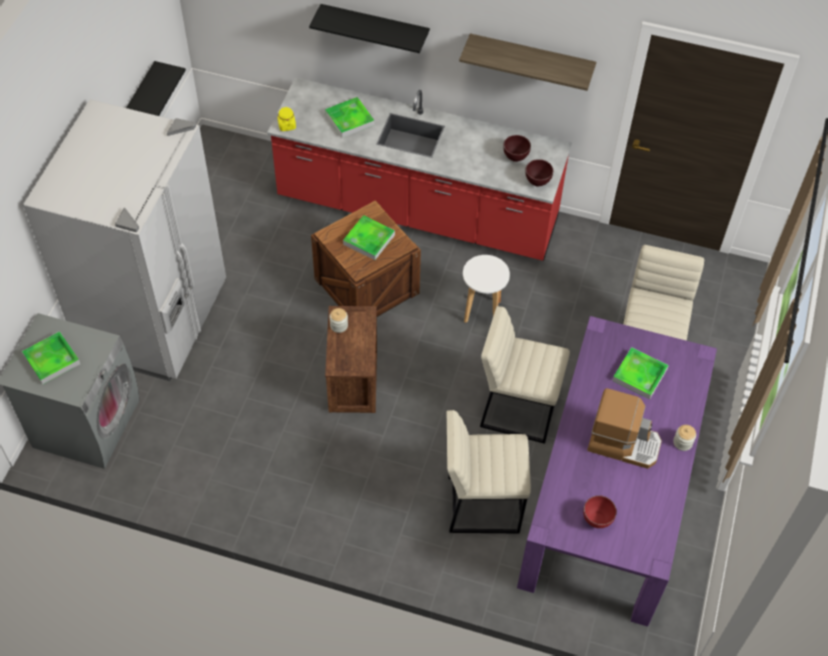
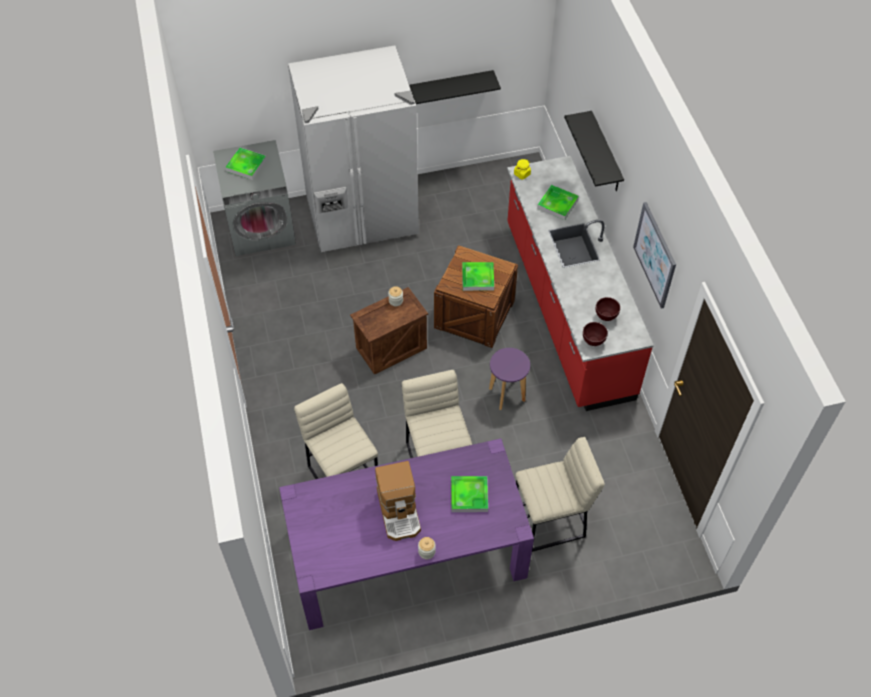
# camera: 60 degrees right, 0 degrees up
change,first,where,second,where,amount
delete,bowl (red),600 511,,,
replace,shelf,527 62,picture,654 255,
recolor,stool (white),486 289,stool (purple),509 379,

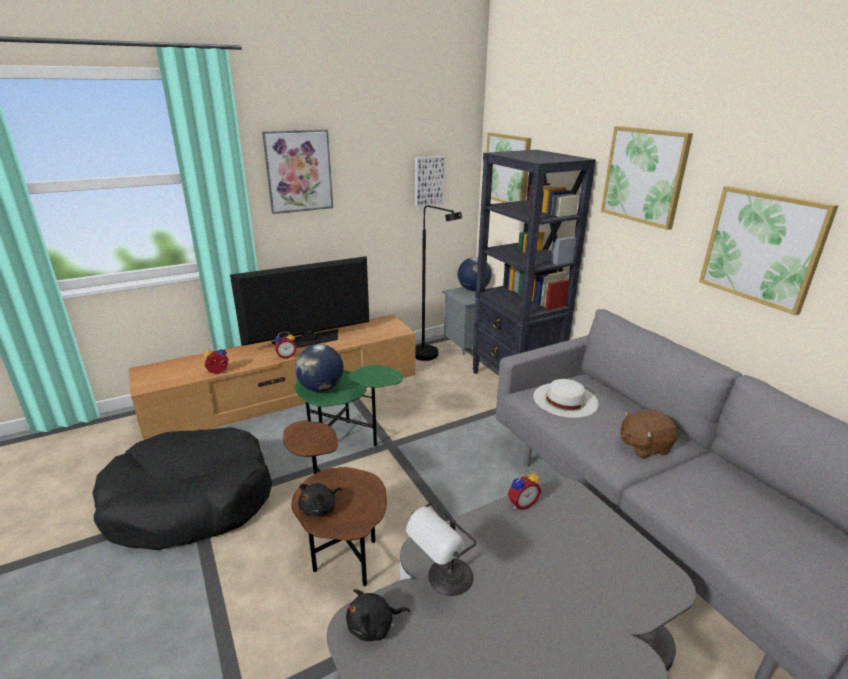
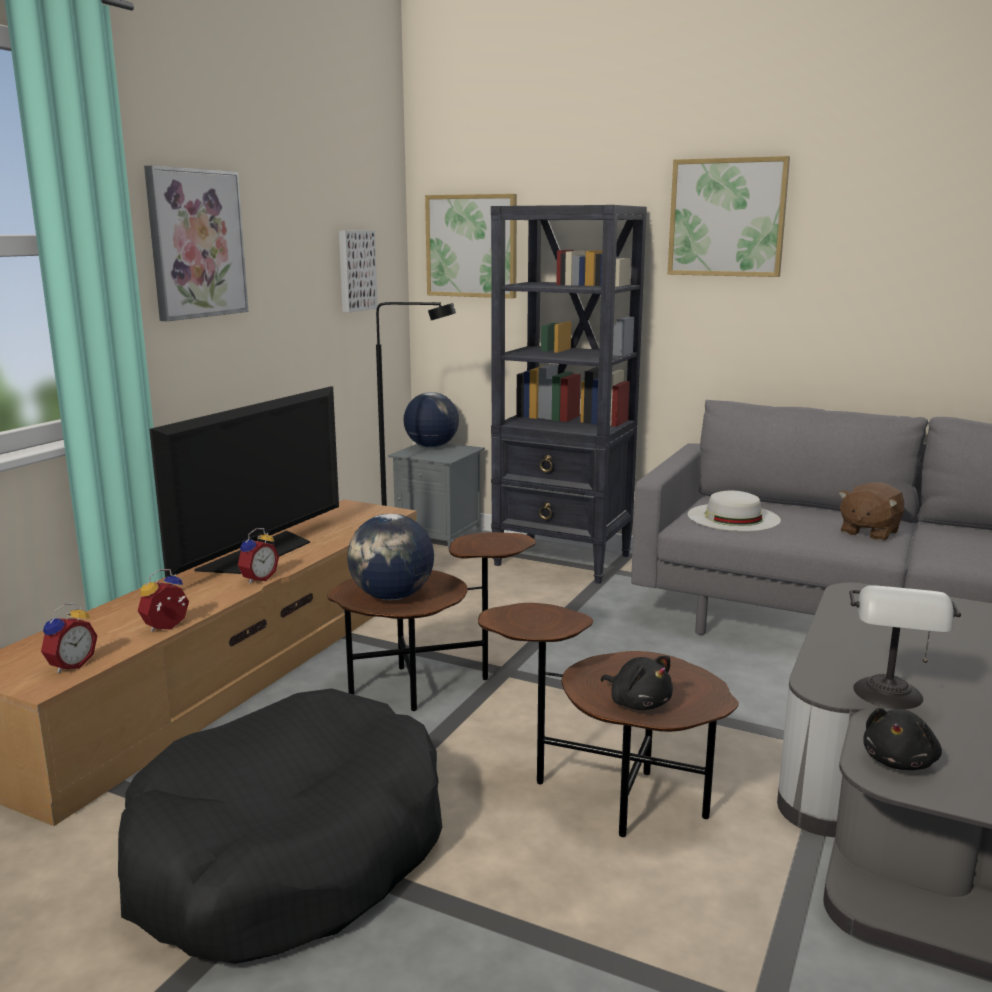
# camera: 35 degrees left, 10 degrees down
change,first,where,second,where,amount
delete,picture,769 250,,,
move,alarm clock,524 490,,69 638,
recolor,side table (green),348 405,side table (brown),431 621,
rotate,plush toy (black),320 499,,637 683,45 degrees counterclockwise

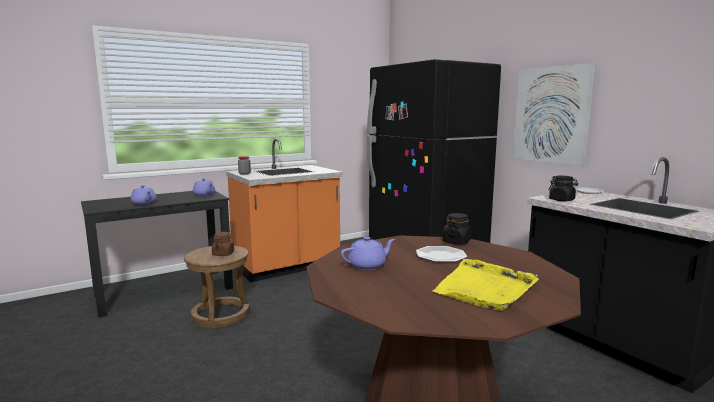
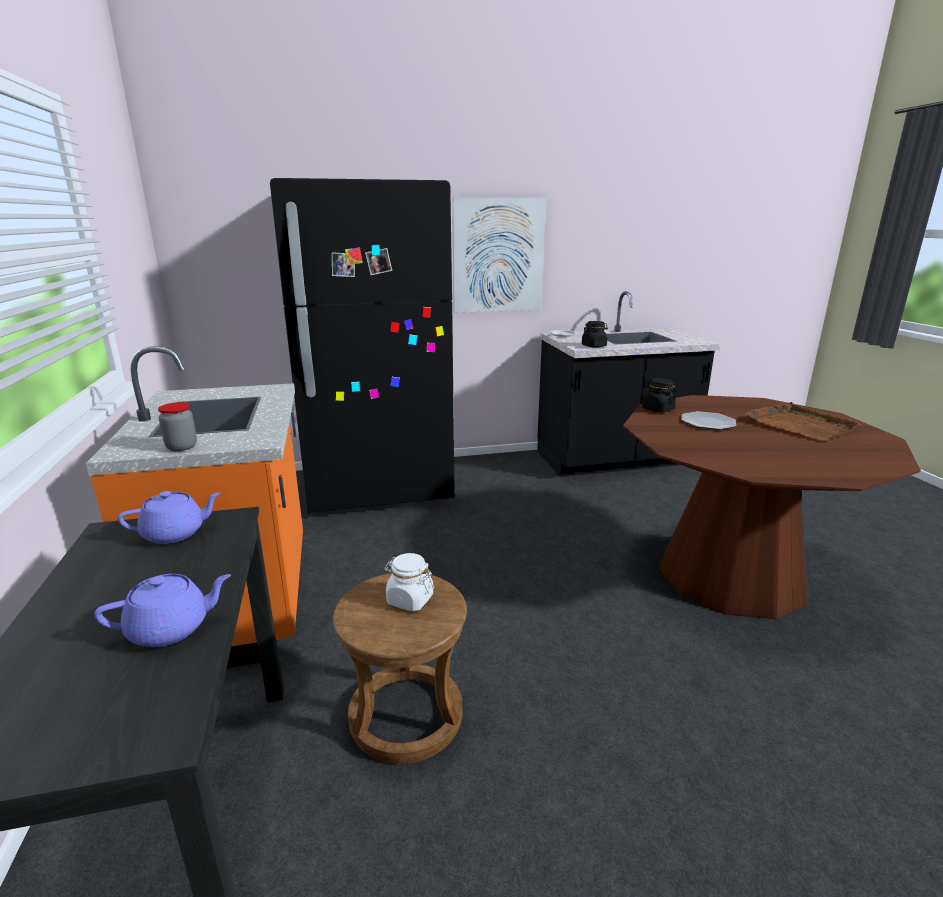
# camera: 70 degrees left, 10 degrees up
change,first,where,second,where,amount
delete,teapot (purple),367 253,,,
recolor,jar (brown),223 244,jar (white),409 582,
recolor,tray (yellow),486 285,tray (brown),803 421,

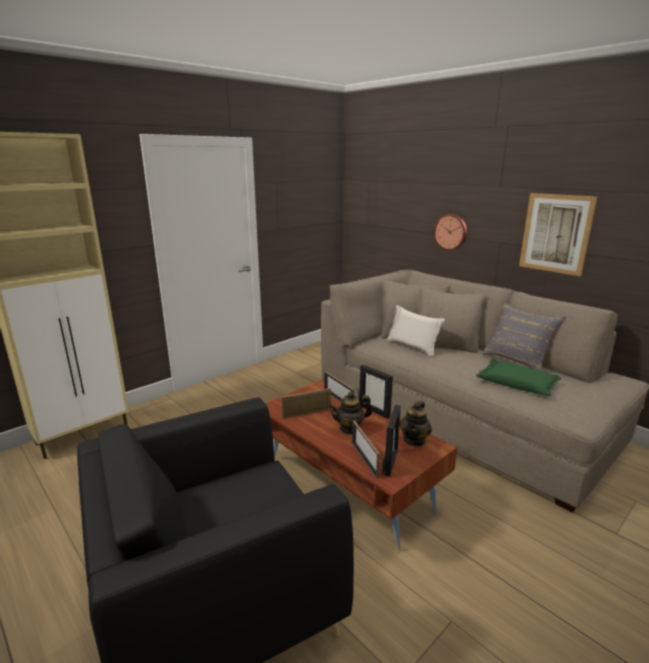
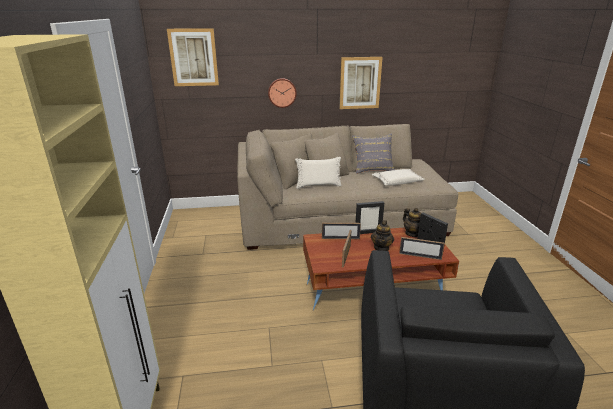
# camera: 55 degrees left, 5 degrees up
change,first,where,second,where,amount
insert,,,picture,193 57,
recolor,pillow (green),518 377,pillow (white),398 177,

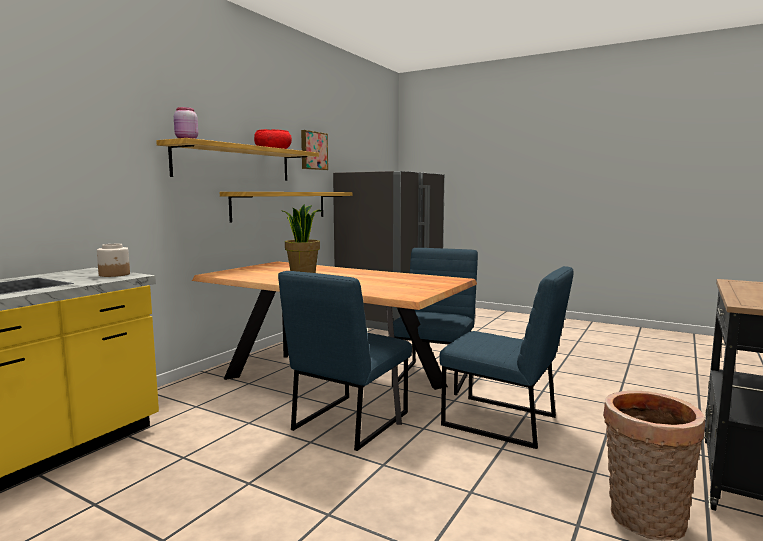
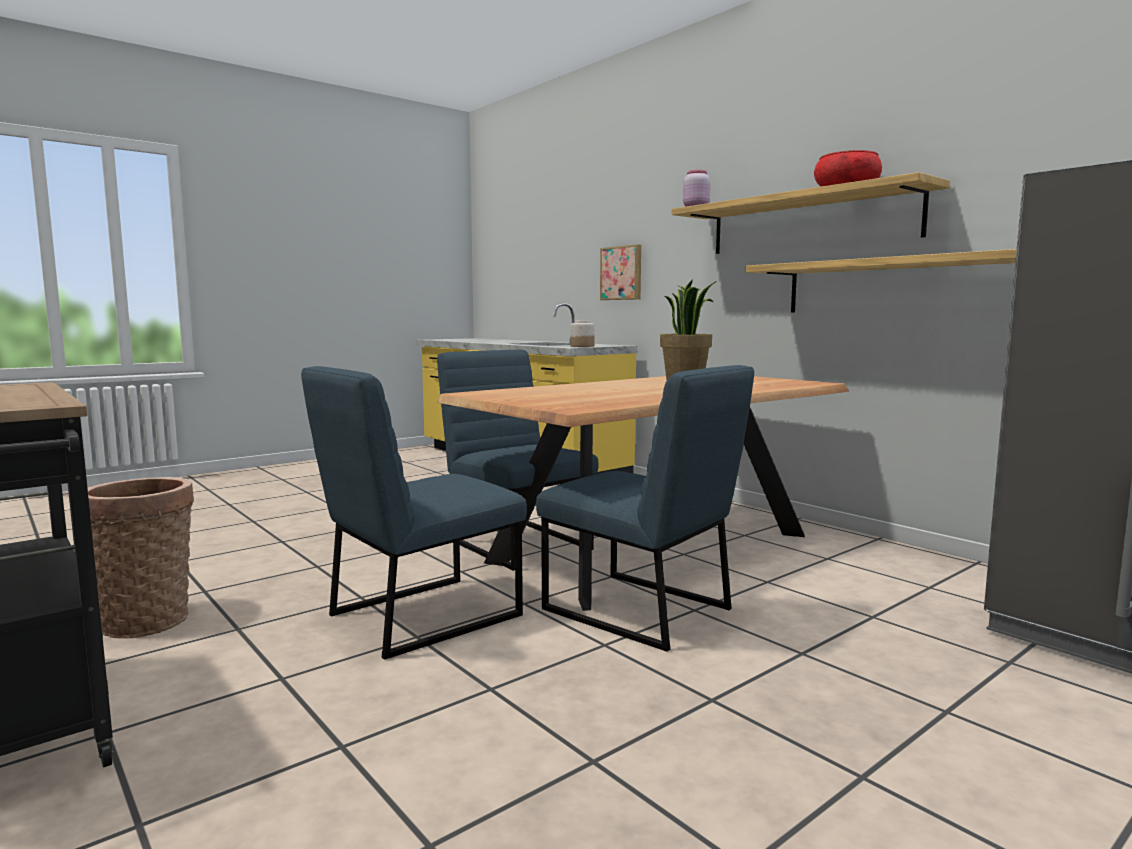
# camera: 110 degrees right, 0 degrees up
change,first,where,second,where,amount
move,picture,314 150,,620 272,

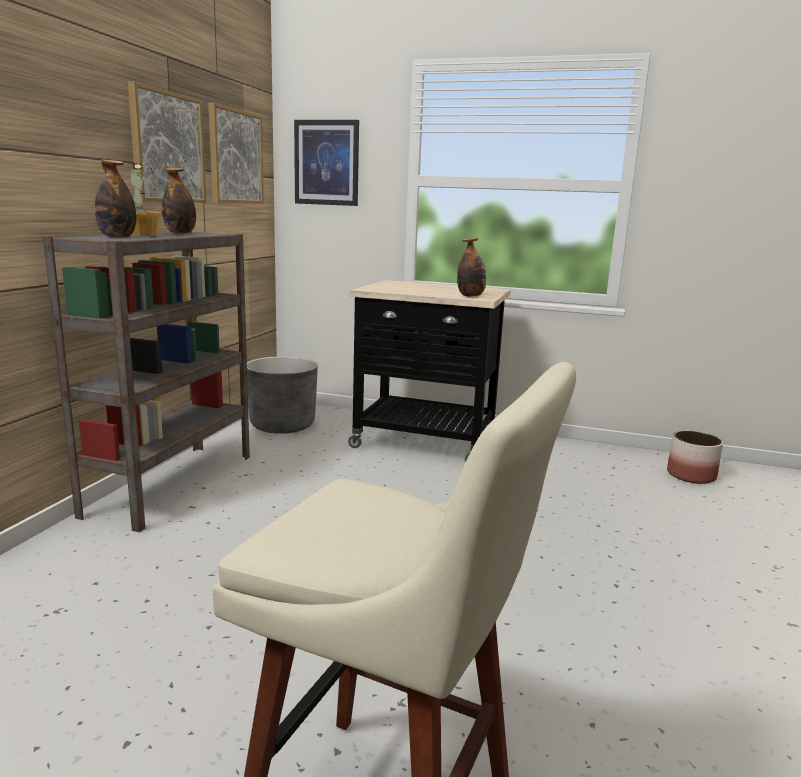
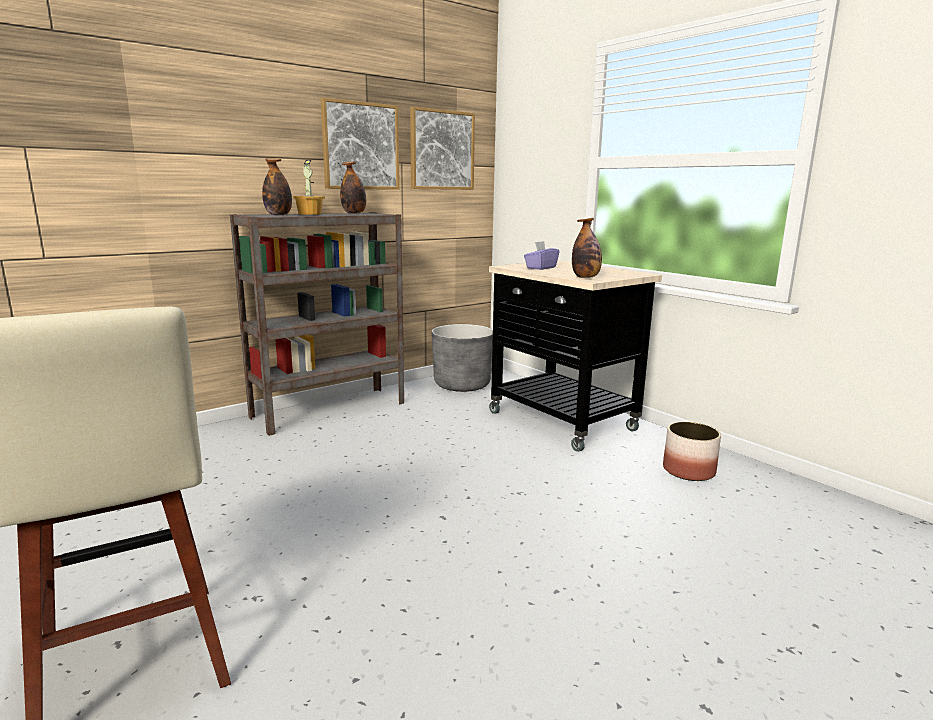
# camera: 35 degrees right, 0 degrees up
change,first,where,second,where,amount
delete,picture,326 163,,,
insert,,,tissue box (purple),542 255,
move,planter,695 457,,692 451,

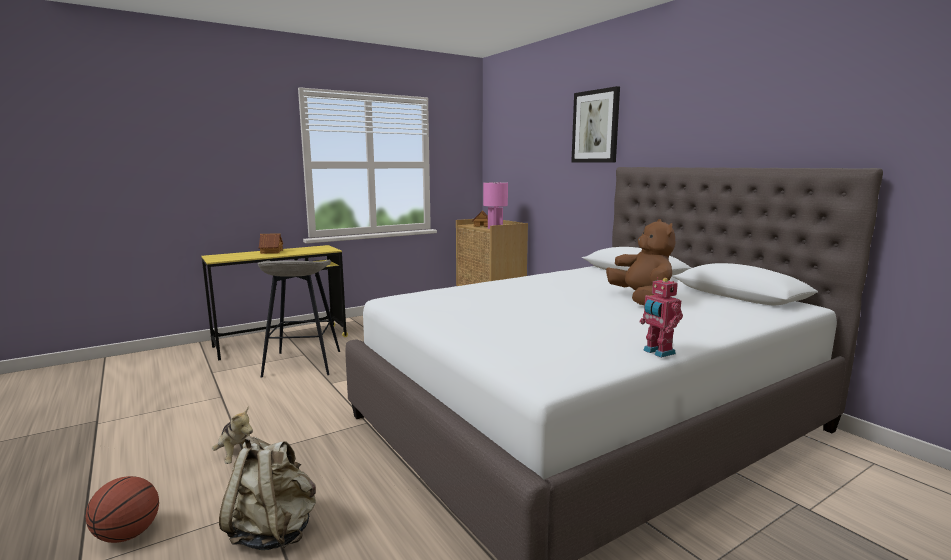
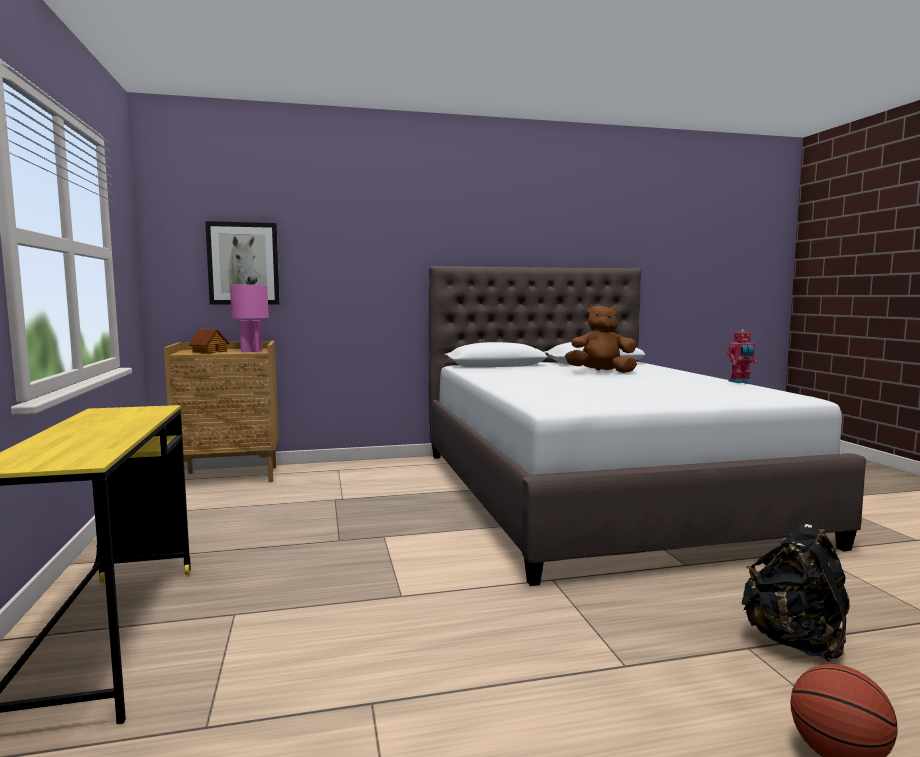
# camera: 70 degrees left, 5 degrees down
change,first,where,second,where,amount
delete,plush toy,232 435,,,
delete,stool (grey),299 319,,,
delete,toy house,271 243,,,
move,picture,595 124,,242 263,
recolor,backpack (beige),267 493,backpack (black),796 592,

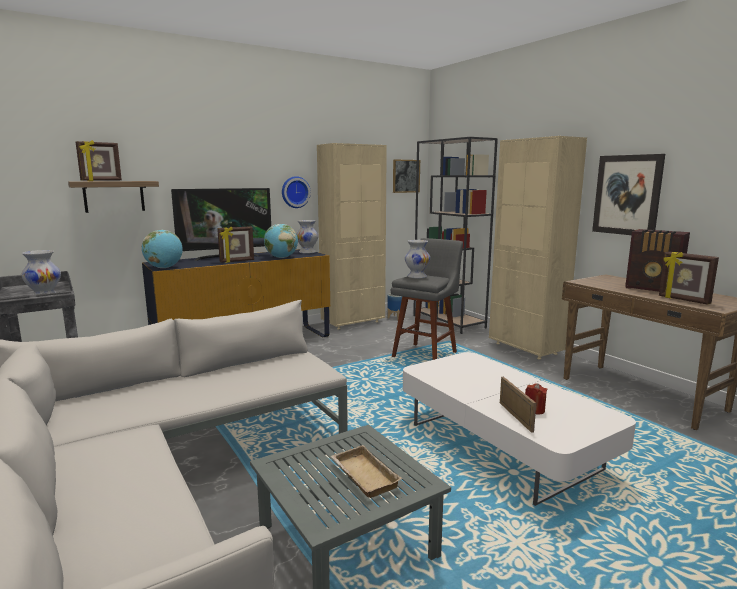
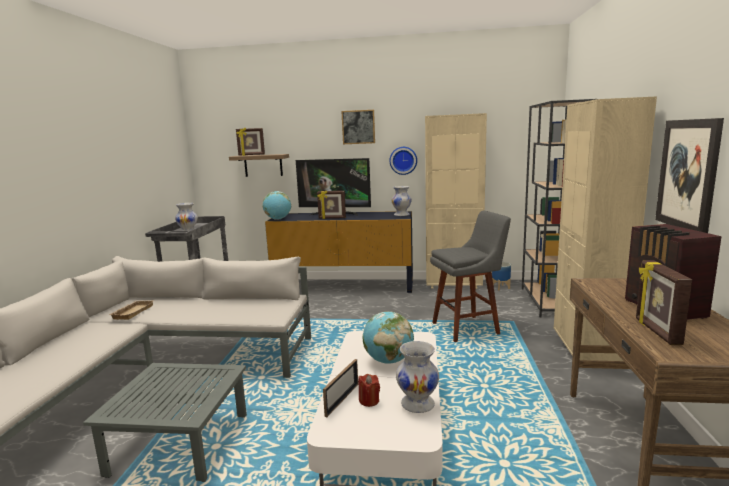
# camera: 40 degrees right, 0 degrees up
change,first,where,second,where,amount
move,globe,281 241,,388 337,
move,tray (beige),366 471,,131 310,
move,picture,406 176,,358 127,
move,vase (white),417 259,,417 377,

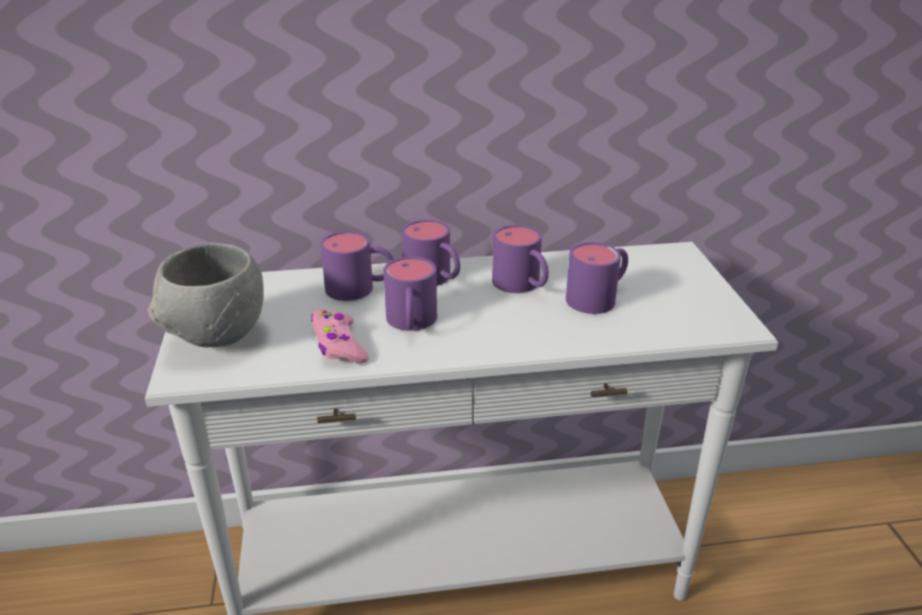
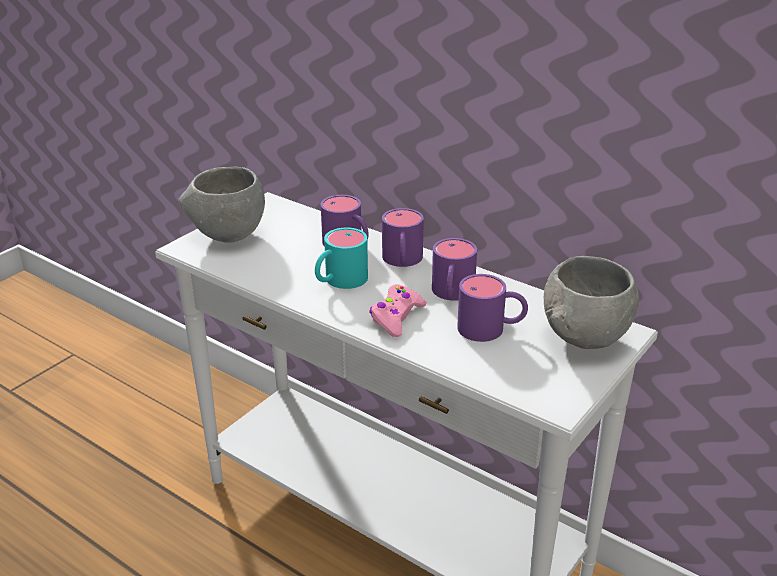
# camera: 45 degrees right, 0 degrees up
change,first,where,second,where,amount
insert,,,bowl (grey),591 302,
move,game controller (pink),340 337,,398 310,
recolor,mug (purple),410 293,mug (turquoise),341 258,

